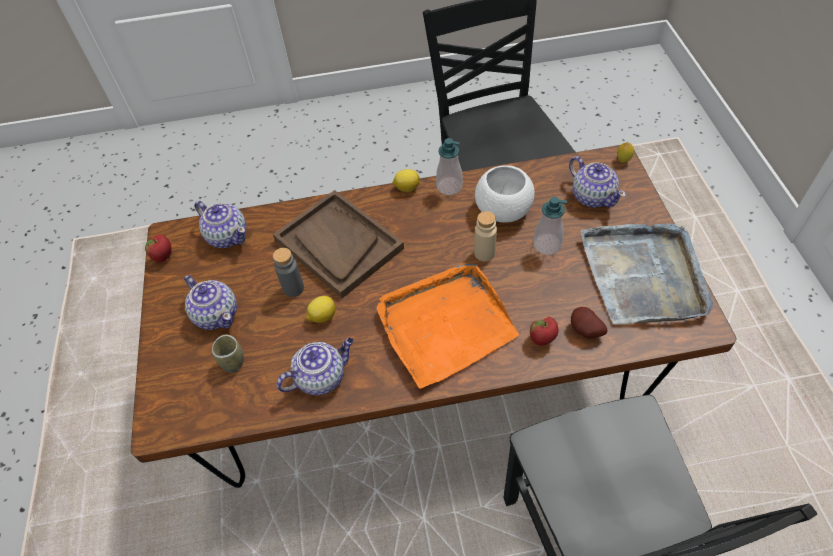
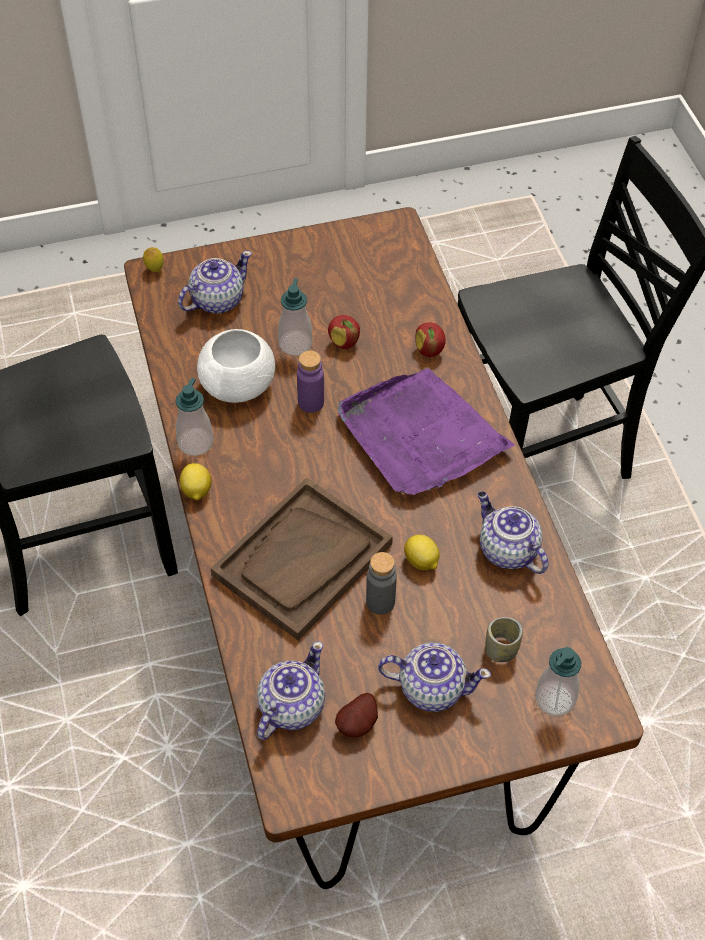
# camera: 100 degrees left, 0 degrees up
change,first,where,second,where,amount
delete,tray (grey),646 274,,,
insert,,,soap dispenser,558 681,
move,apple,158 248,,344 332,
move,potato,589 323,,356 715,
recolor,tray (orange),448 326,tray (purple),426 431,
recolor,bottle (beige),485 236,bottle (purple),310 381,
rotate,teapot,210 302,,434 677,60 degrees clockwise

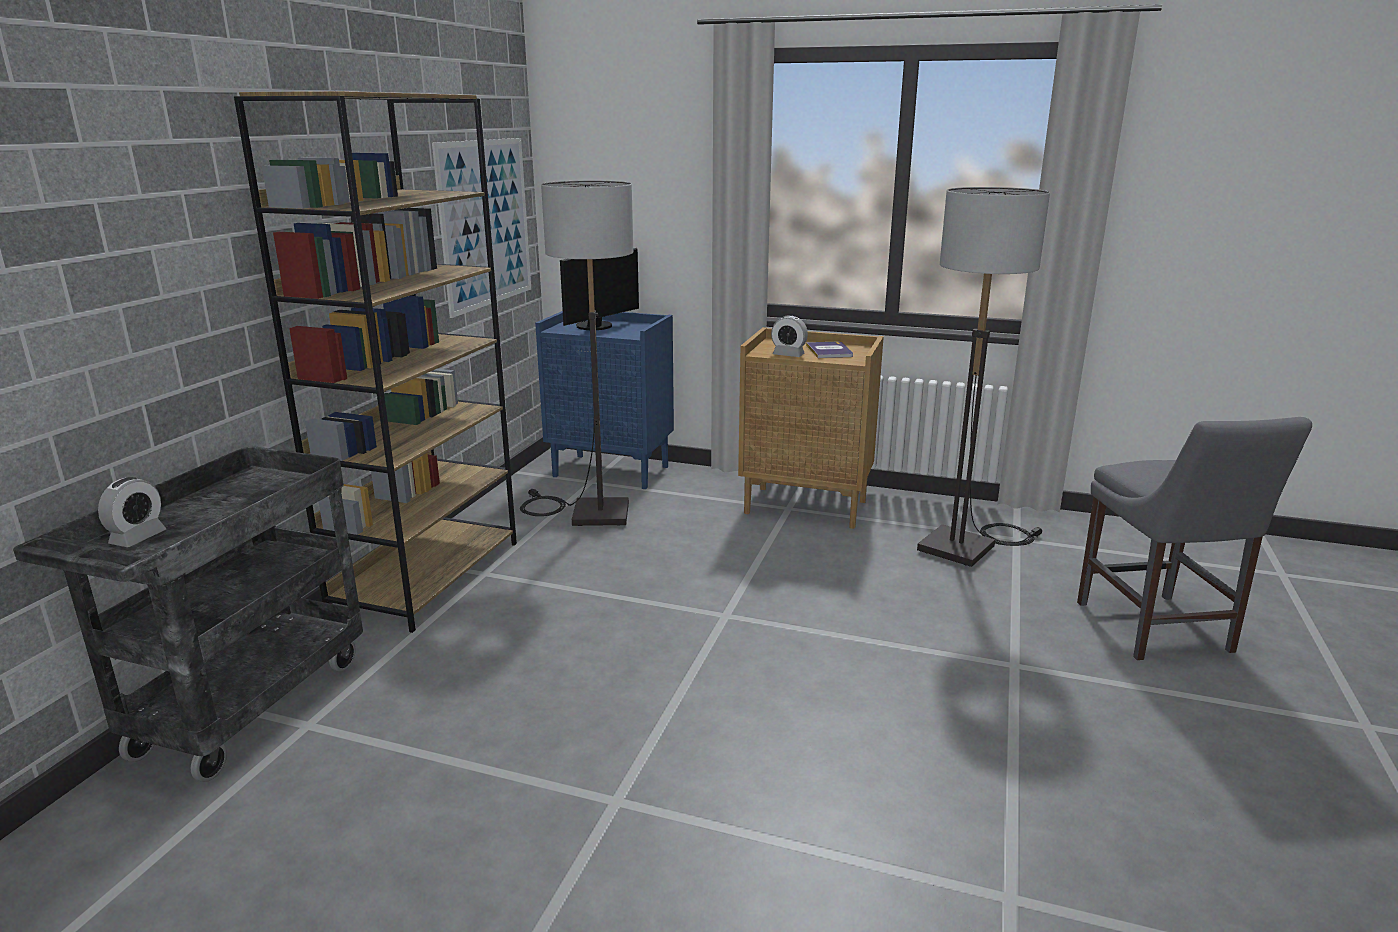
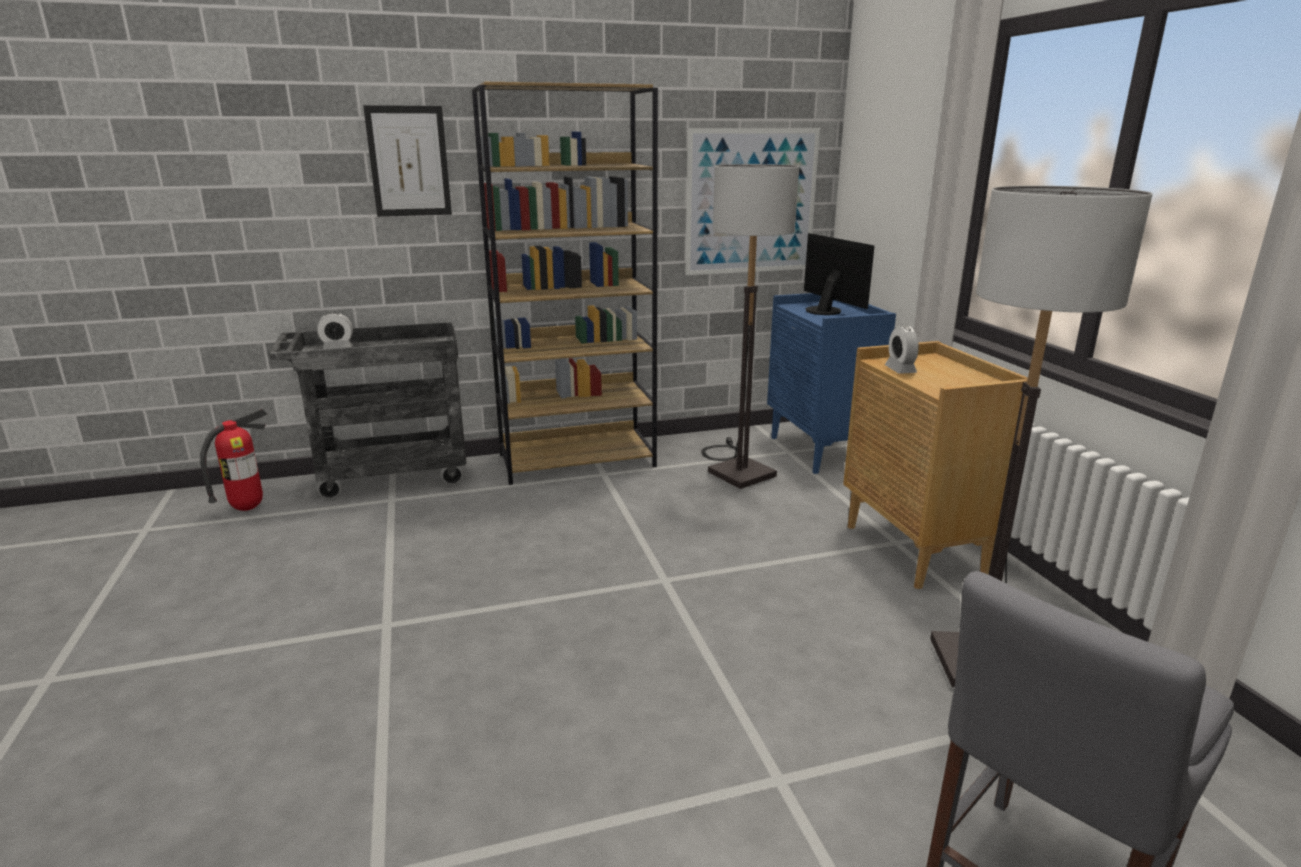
# camera: 55 degrees right, 0 degrees up
change,first,where,second,where,amount
delete,book,829 350,,,
insert,,,fire extinguisher,233 460,
insert,,,picture,407 161,
rotate,monitor,599 289,,839 274,120 degrees counterclockwise

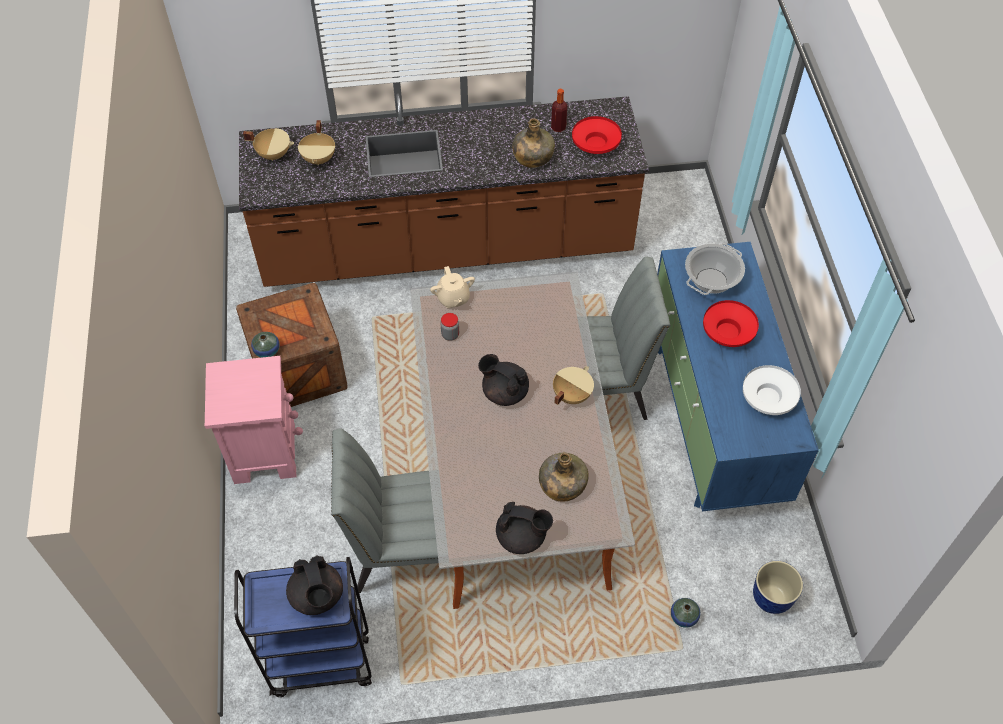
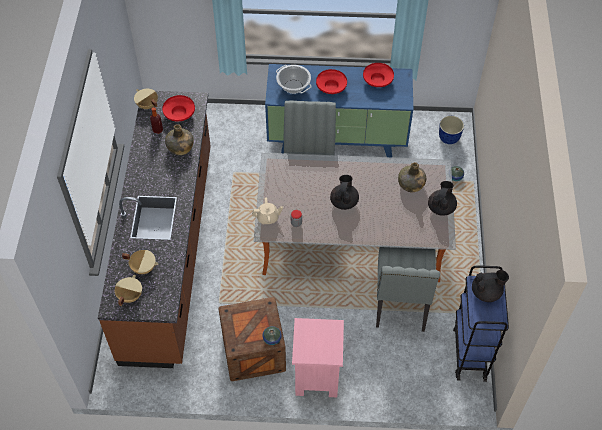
# camera: 80 degrees left, 0 degrees up
change,first,where,second,where,amount
move,cooking pot (beige),573 385,,146 99,
recolor,bowl (white),772 390,bowl (red),378 75,
rotate,teapot (black),503 380,,344 192,150 degrees clockwise

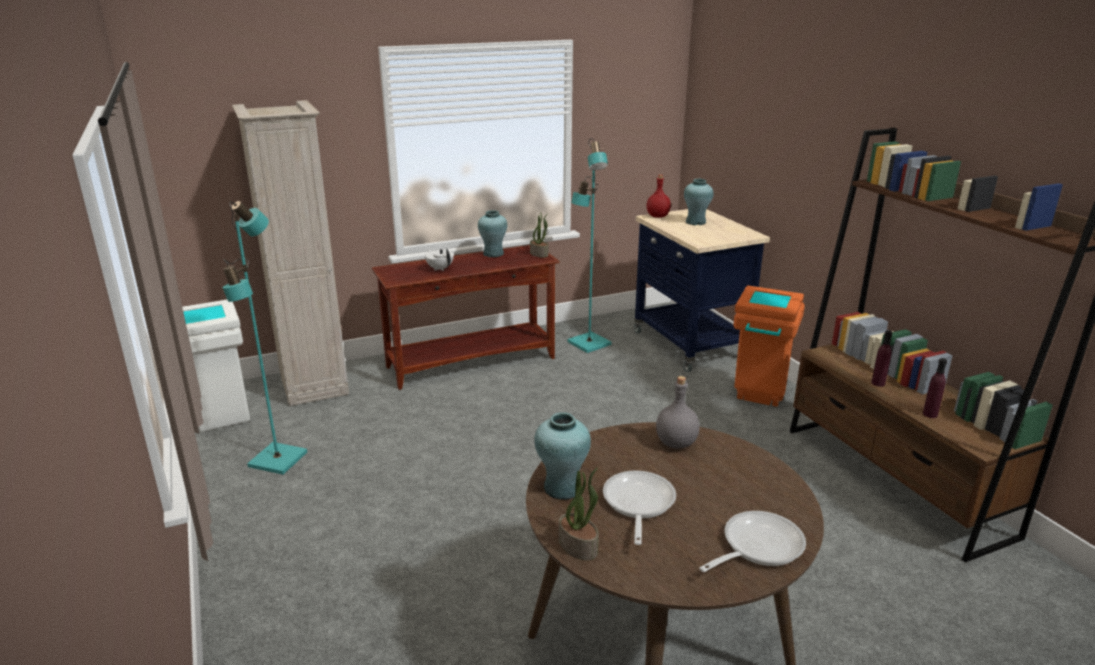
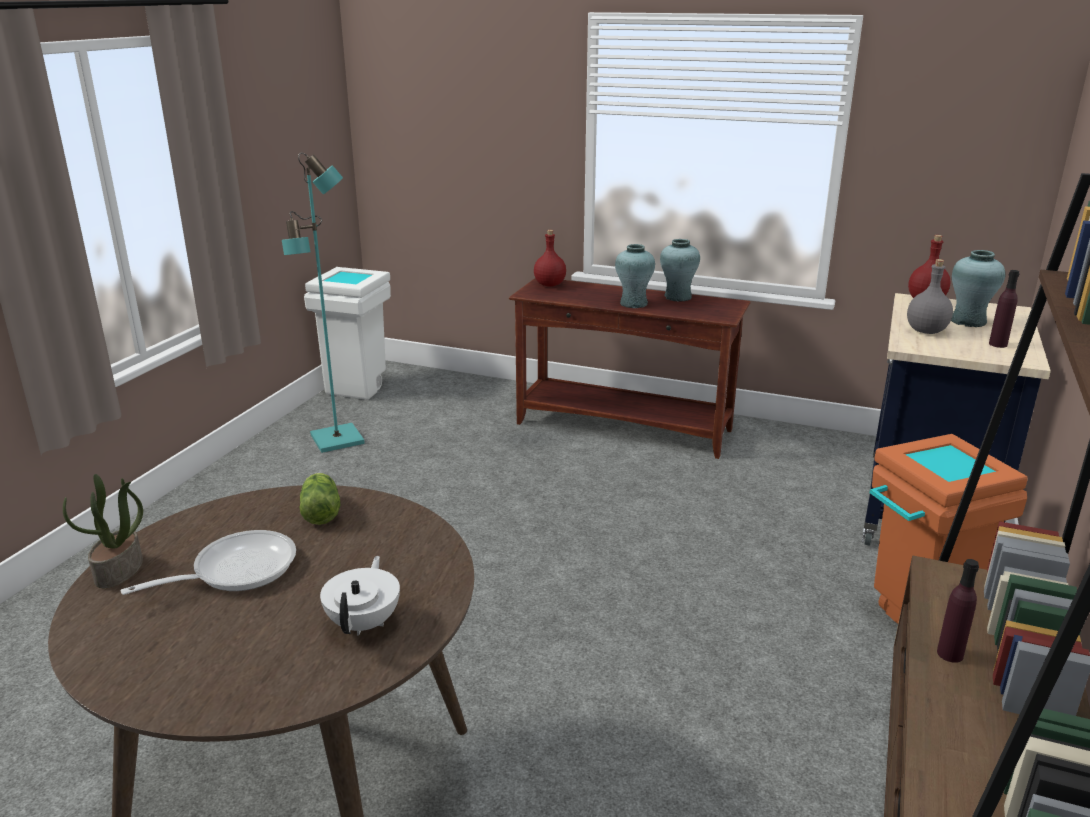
# camera: 45 degrees right, 0 degrees up
change,first,where,second,where,amount
delete,cabinet (beige),290 253,,,
delete,potted plant,539 234,,,
delete,floor lamp (turquoise),589 245,,,
delete,frying pan,752 541,,,
insert,,,lettuce,319 499,
insert,,,bottle (red),550 258,
move,teapot (white),439 260,,360 596,
move,vase (turquoise),562 456,,635 276,
move,bottle (grey),678 412,,930 296,
move,bottle (purple),935 388,,1004 309,

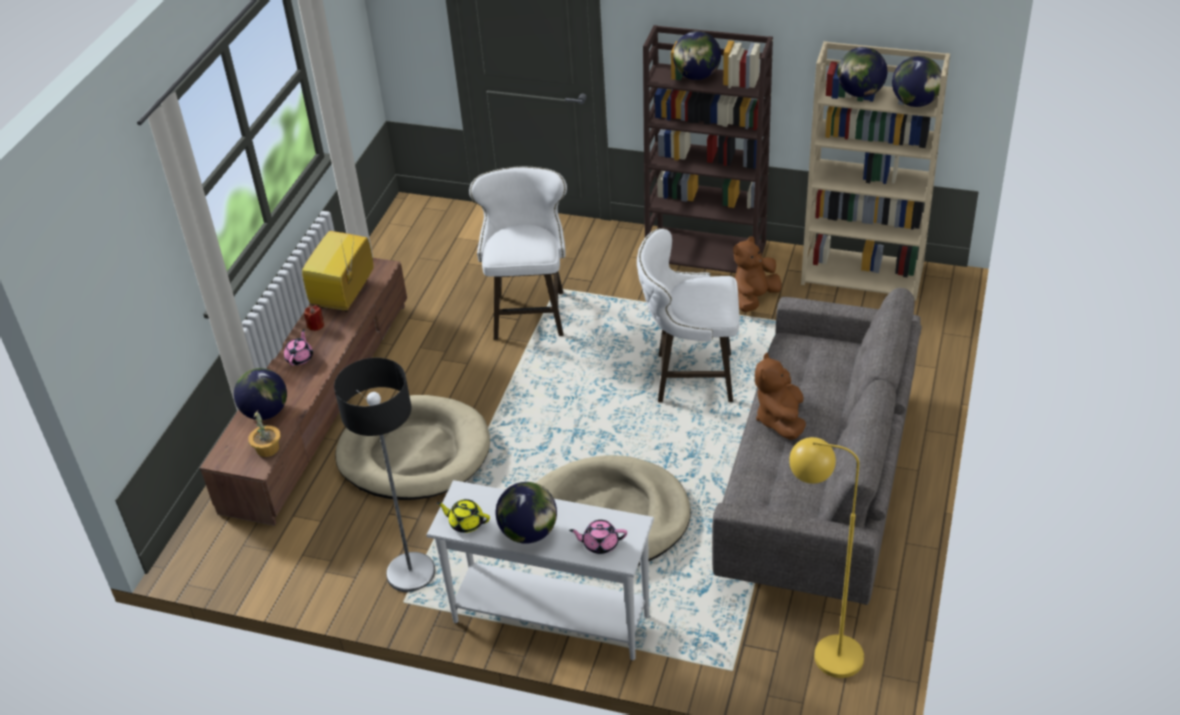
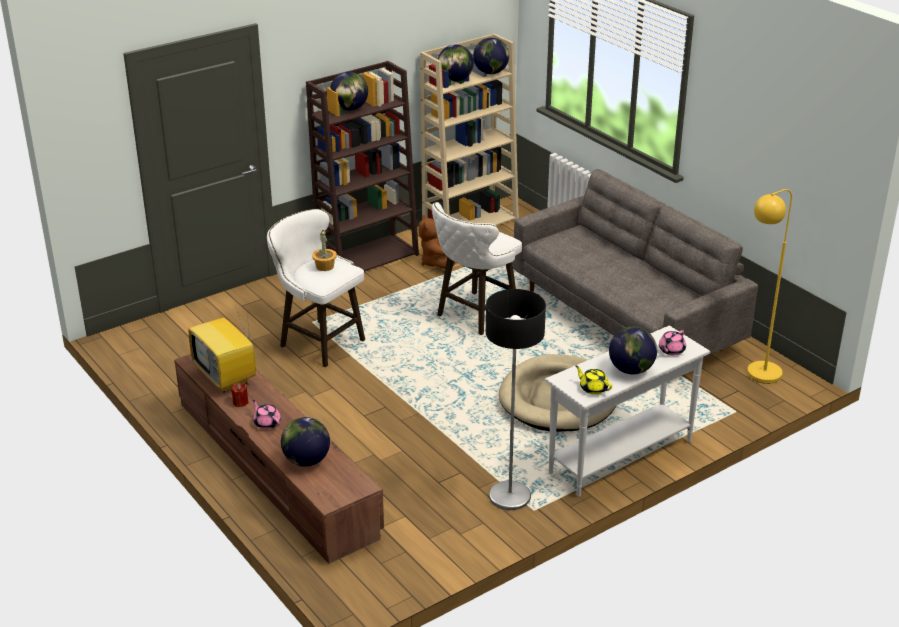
# camera: 55 degrees left, 10 degrees down
change,first,where,second,where,amount
delete,dog bed (beige),412 447,,,
delete,plush toy (brown),780 396,,,
move,potted plant,264 434,,324 250,
rotate,teapot (yellow),463 516,,593 380,75 degrees clockwise

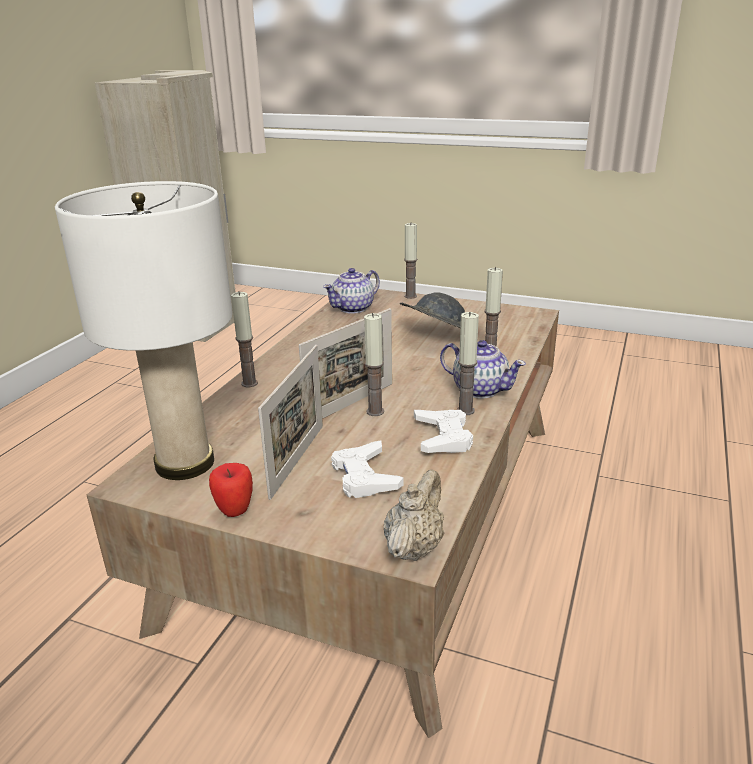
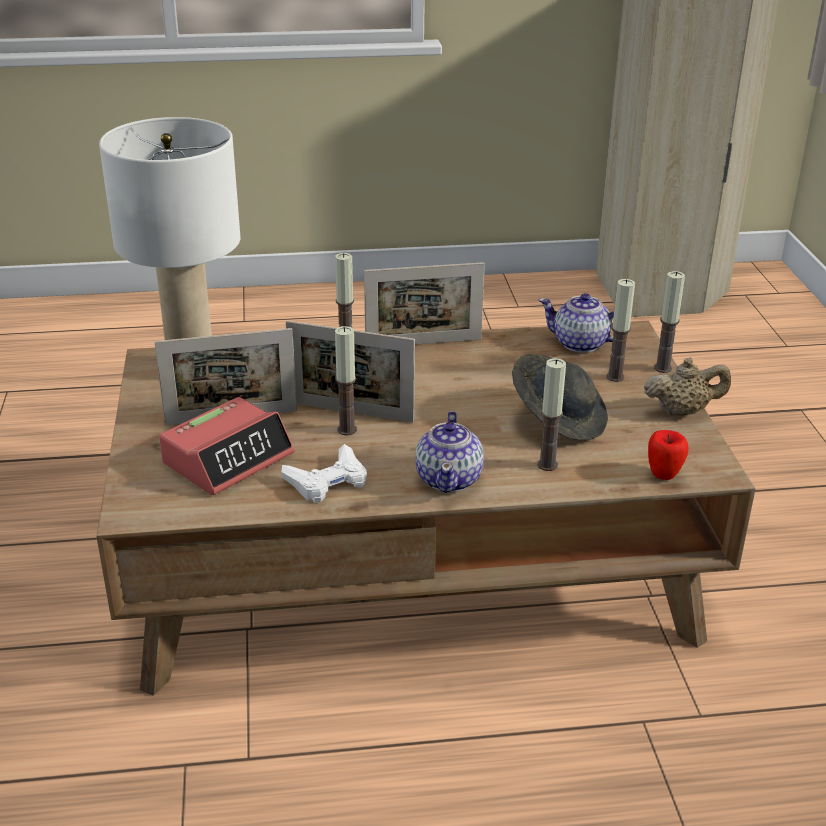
# camera: 60 degrees right, 5 degrees up
change,first,where,second,where,amount
insert,,,picture frame,424 303,
move,apple,231 490,,668 455,
move,teapot (beige),414 515,,687 387,
move,candle,468 363,,620 330,
replace,game controller (white),367 469,alarm clock,226 446,

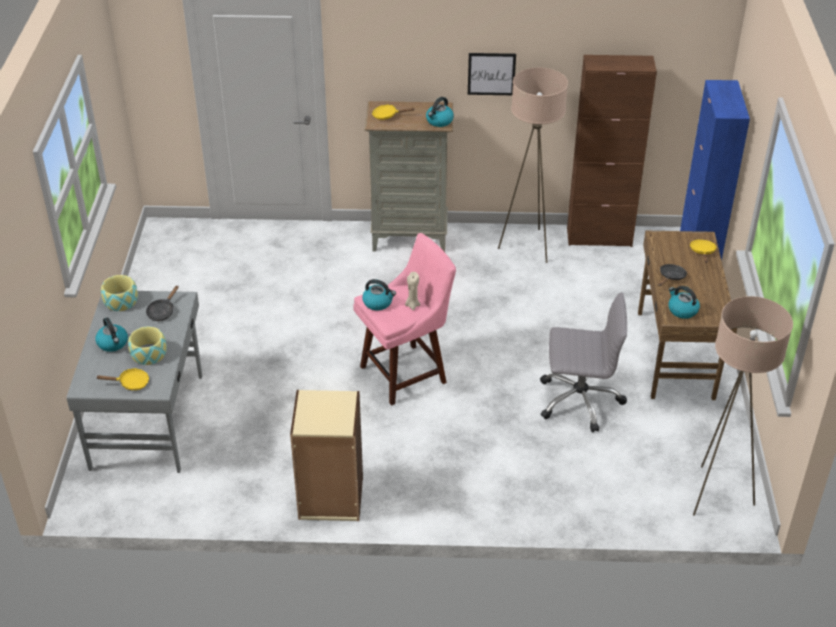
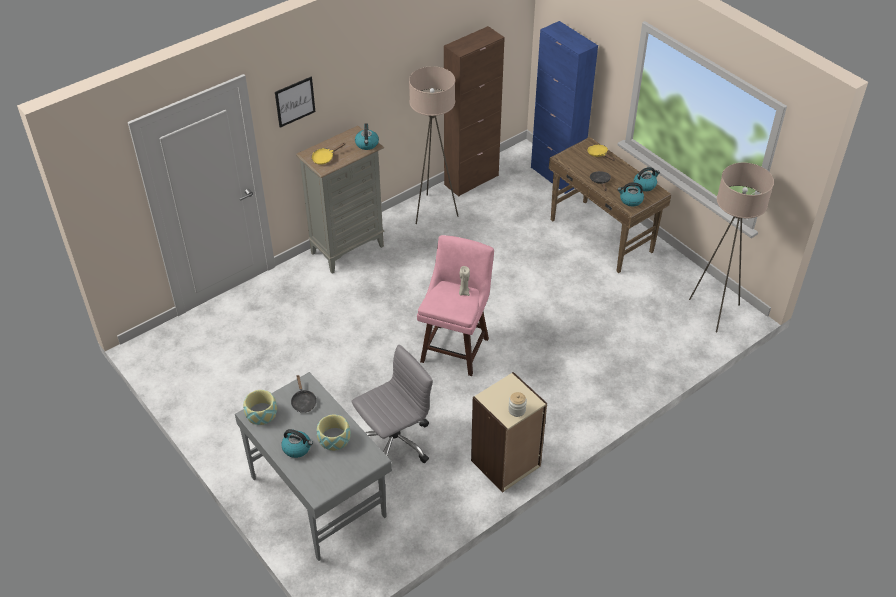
# camera: 40 degrees left, 5 degrees up
change,first,where,second,where,amount
delete,frying pan (yellow),123 379,,,
insert,,,jar,517 404,
move,kettle,379 295,,647 179,
move,picture,492 74,,295 102,
move,office chair (grey),583 362,,392 404,

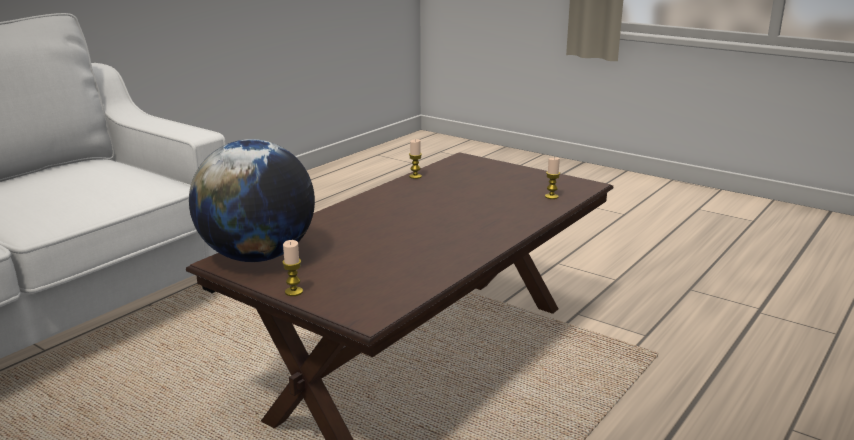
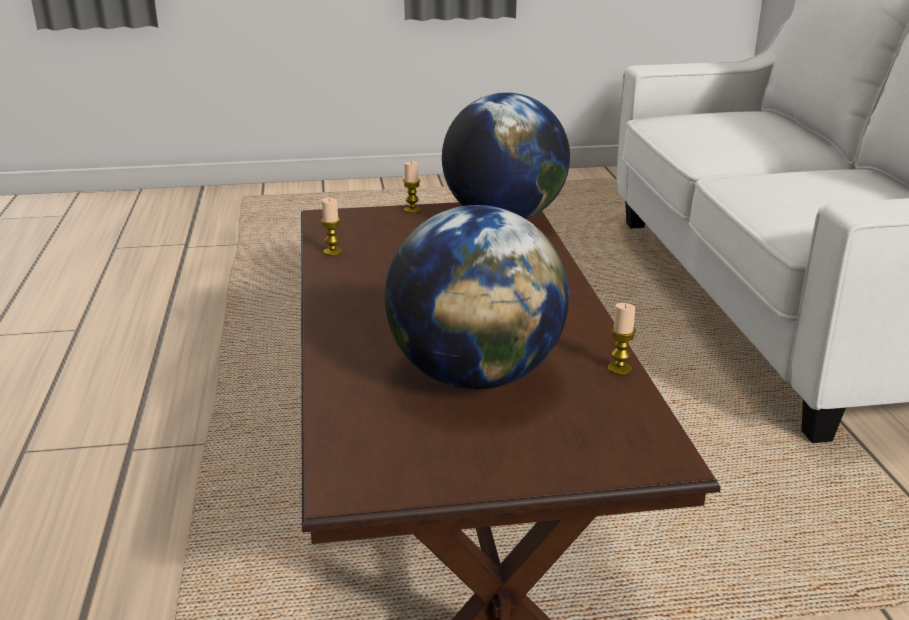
# camera: 135 degrees right, 5 degrees up
change,first,where,second,where,amount
insert,,,globe,477 297,
move,candle,552 178,,331 227,

